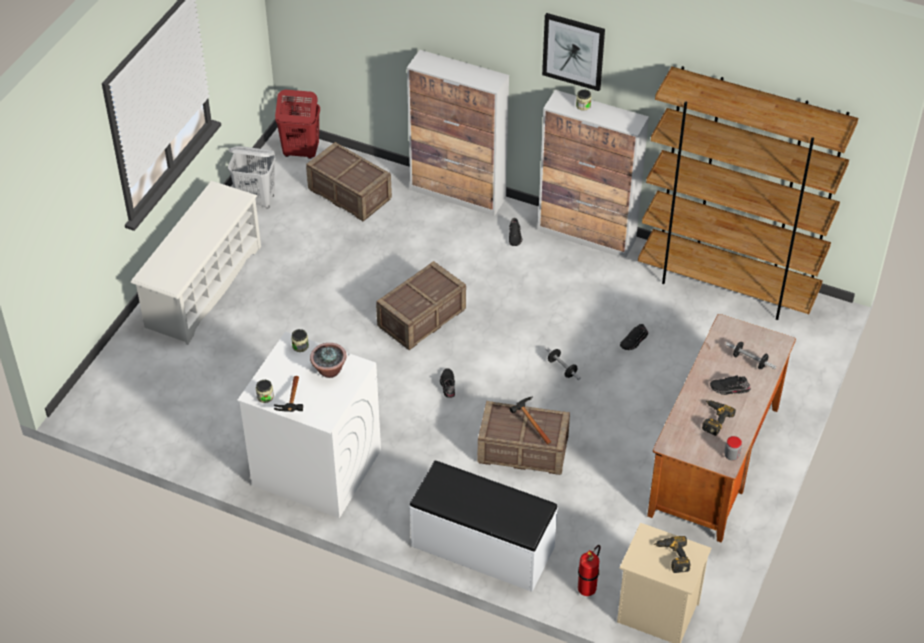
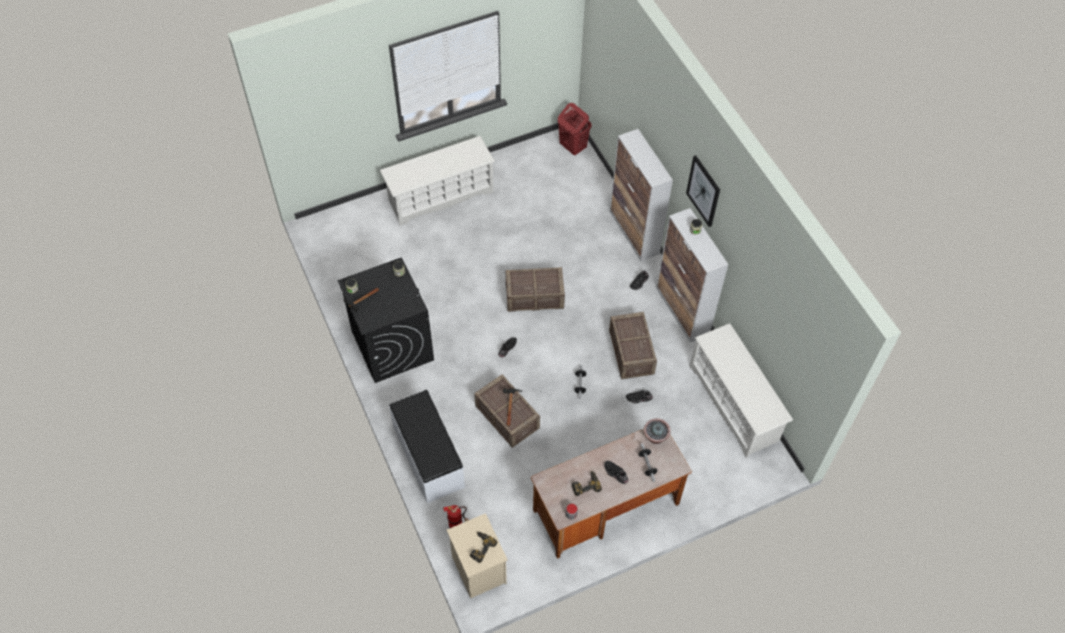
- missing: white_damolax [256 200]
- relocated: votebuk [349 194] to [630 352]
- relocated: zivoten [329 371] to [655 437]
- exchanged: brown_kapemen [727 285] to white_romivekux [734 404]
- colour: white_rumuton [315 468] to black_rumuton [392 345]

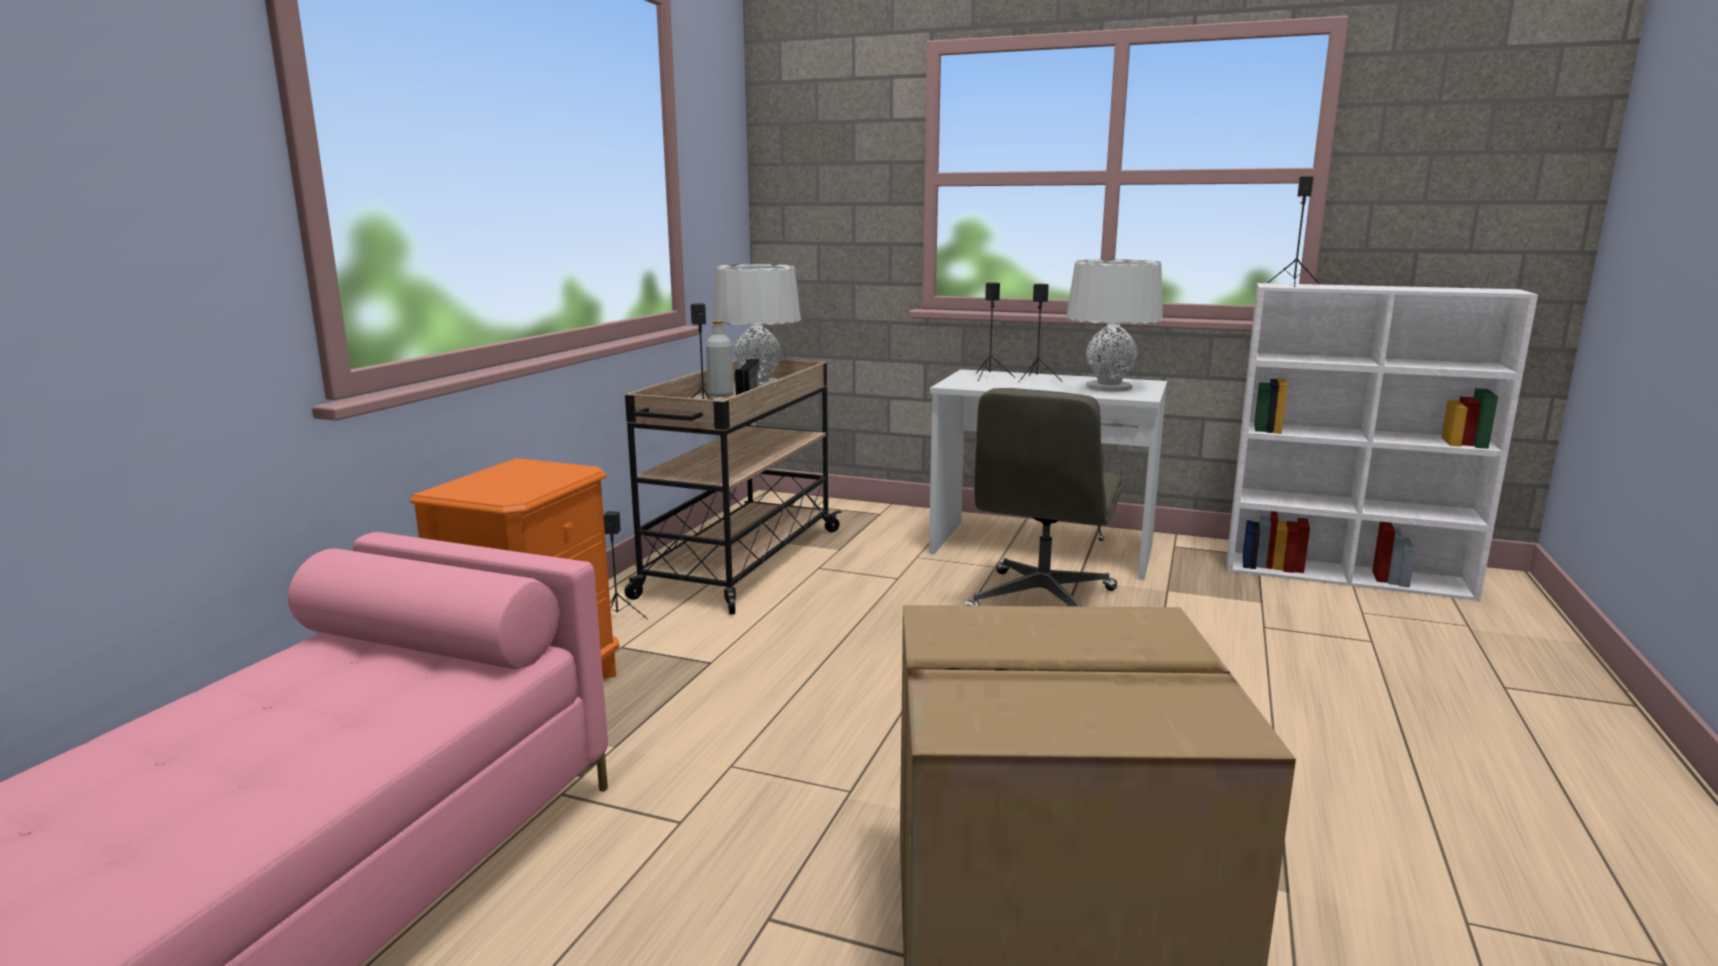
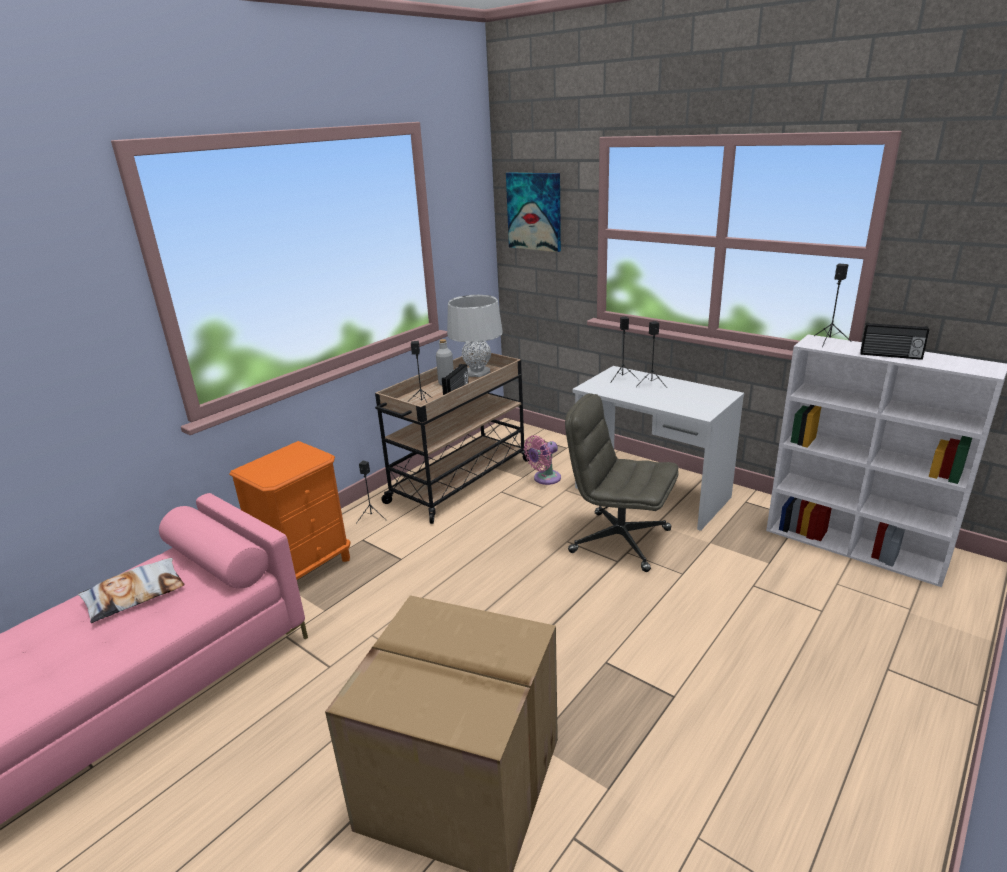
- missing: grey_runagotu [1108 387]
- appeared: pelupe [135 595]
- appeared: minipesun [534 211]
- appeared: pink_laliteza [544 479]
- appeared: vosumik [890 355]
- spun: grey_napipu [1042 602] = [619 540] 75 degrees clockwise

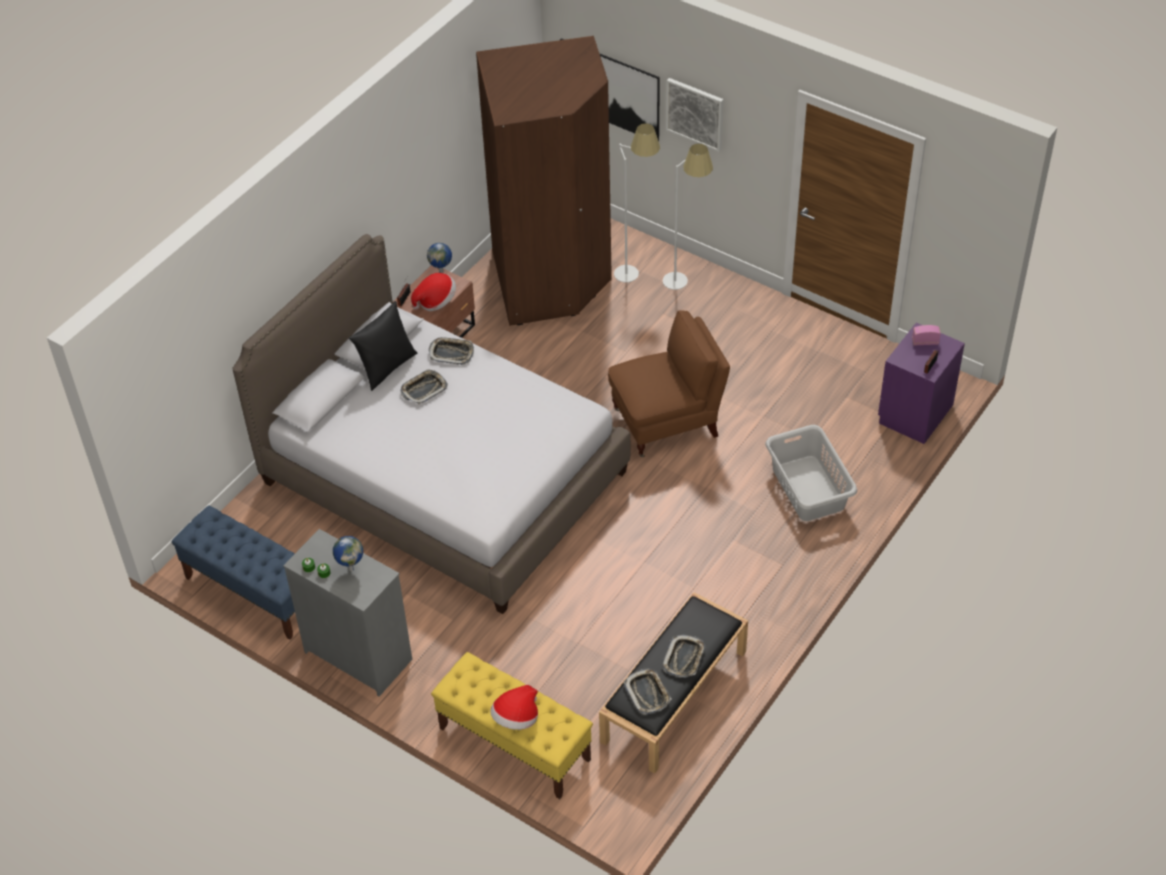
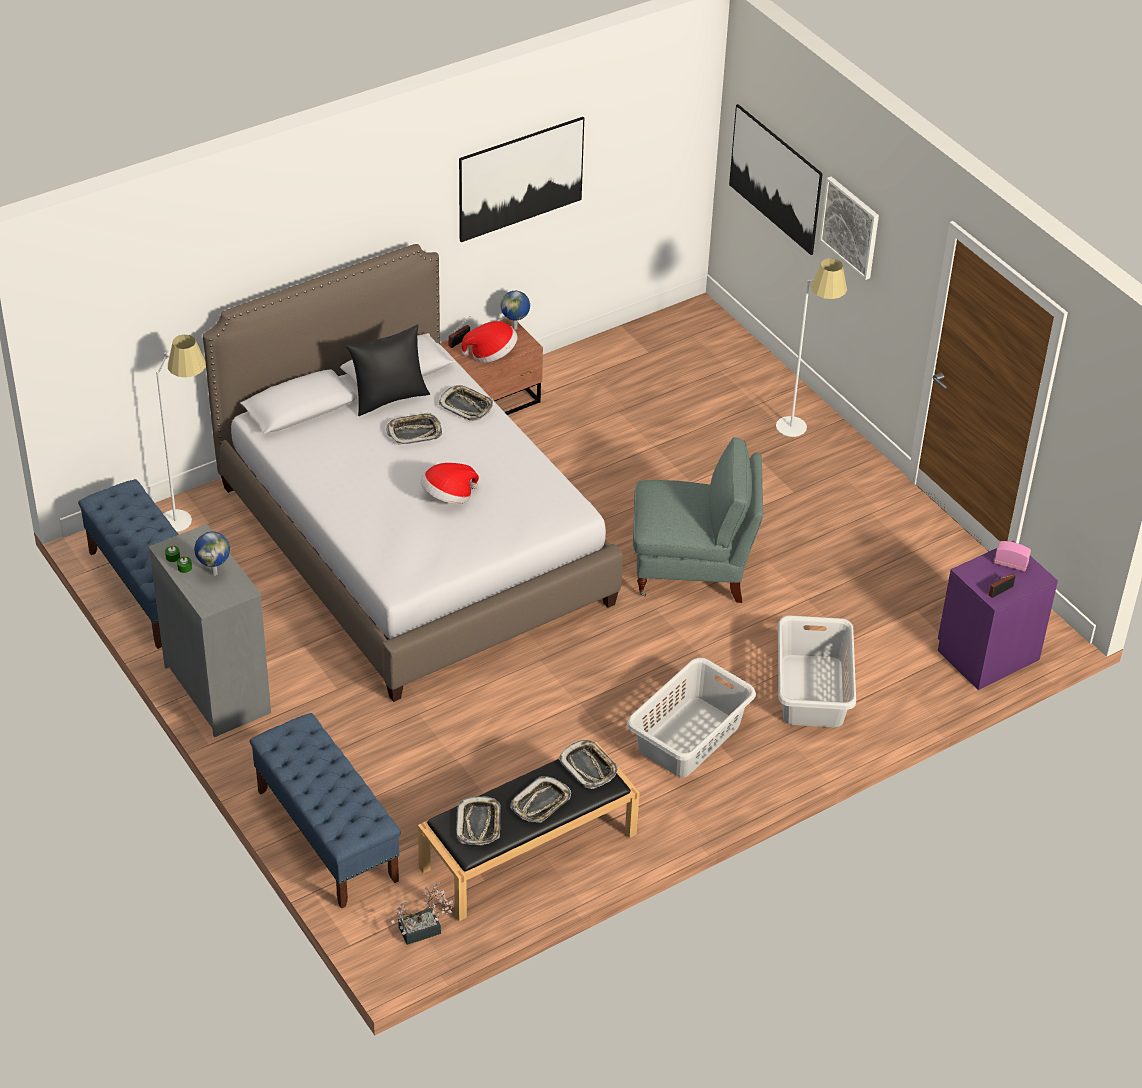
- missing: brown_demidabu [551 278]
- appeared: zivoten [424 929]
- appeared: minipesun [521 178]
- appeared: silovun [588 767]
- appeared: grey_damolax [690 737]
- relocated: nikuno [516 718] to [448 497]
- relocated: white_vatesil [636 269] to [190 519]
- colour: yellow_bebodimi [514 743] to blue_bebodimi [326 835]
- colour: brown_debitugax [666 423] to grey_debitugax [691 569]

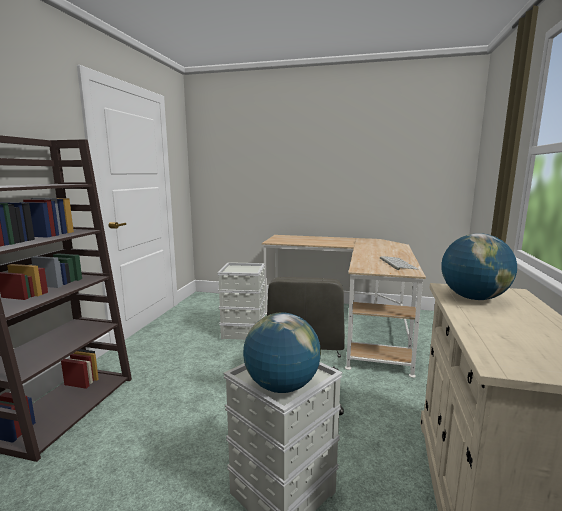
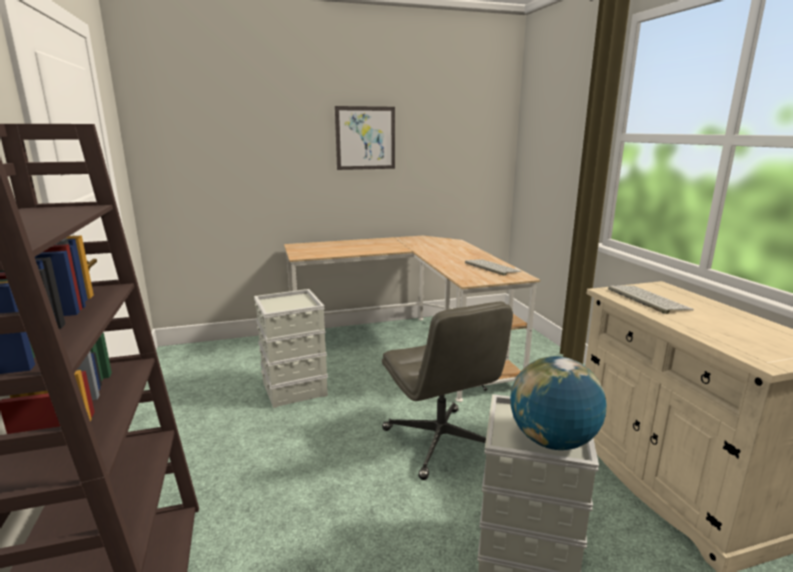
- appeared: minipesun [365 138]
- exchanged: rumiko [473 298] to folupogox [646 299]

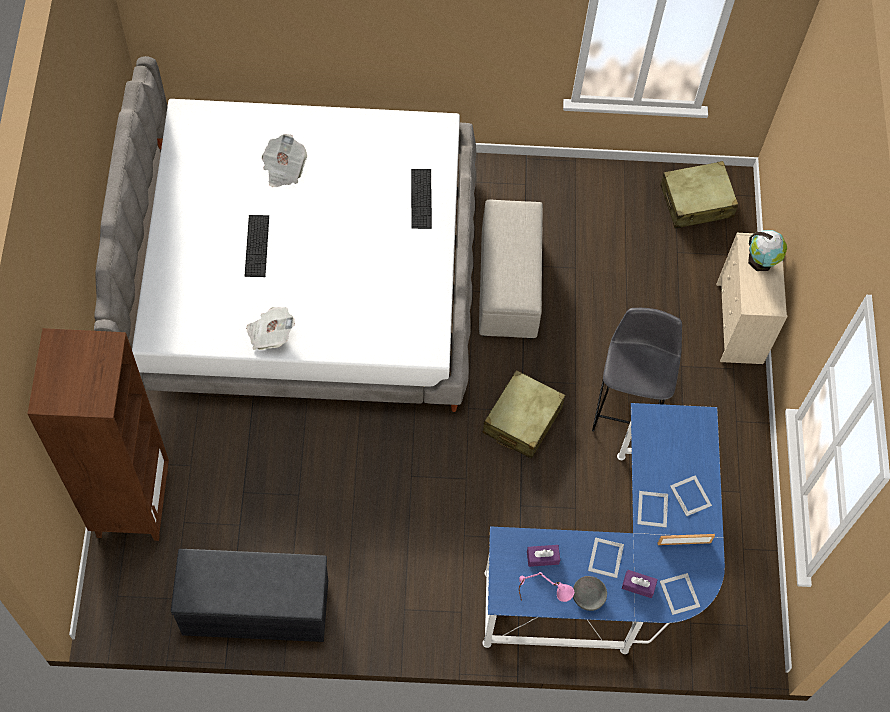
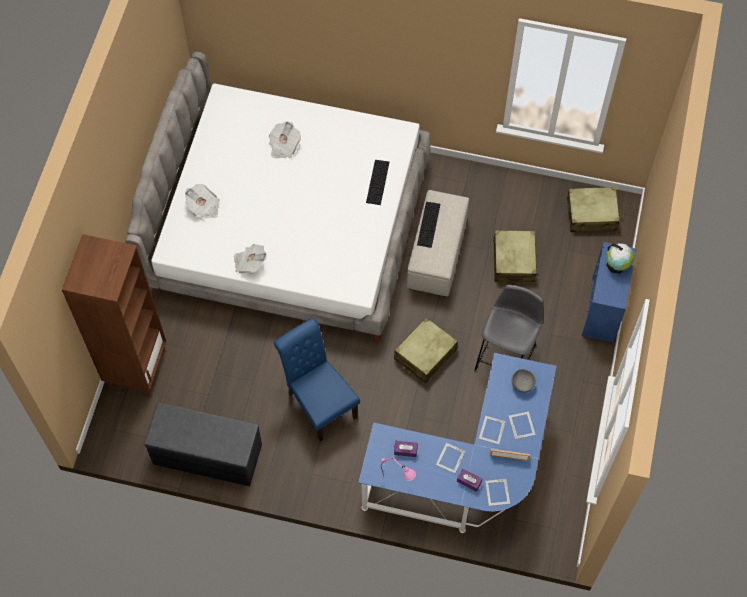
- appeared: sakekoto [204 207]
- appeared: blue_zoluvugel [319 402]
- appeared: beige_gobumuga [513 260]
- relocated: folupogox [257 246] to [428 224]
- relocated: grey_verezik [588 596] to [522 384]
- colour: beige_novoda [739 324] to blue_novoda [602 310]

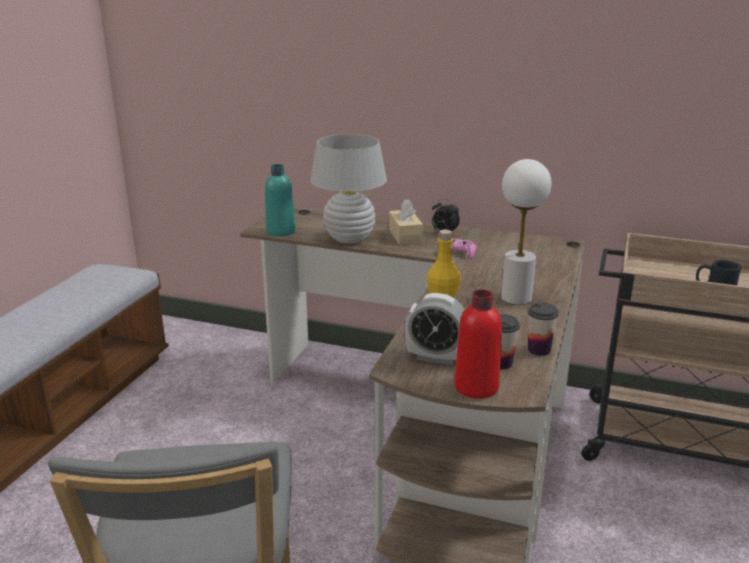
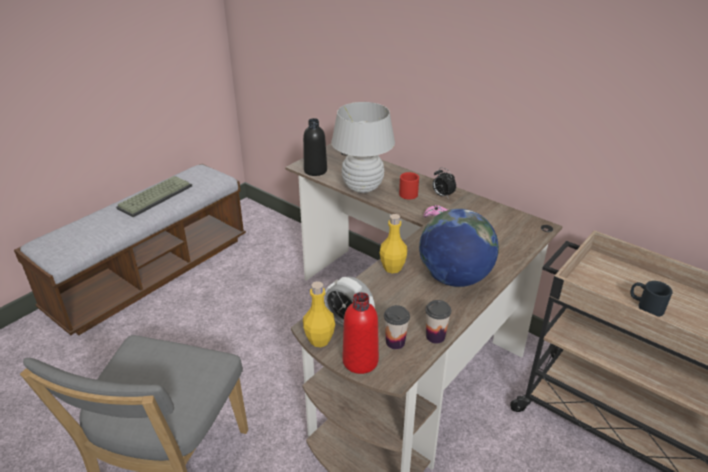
- appeared: folupogox [155 196]
- appeared: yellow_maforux [319 340]
- exchanged: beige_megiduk [405 235] to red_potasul [408 192]
- exchanged: white_runagotu [516 298] to rumiko [454 278]
- colour: turquoise_maforux [281 231] to black_maforux [315 170]

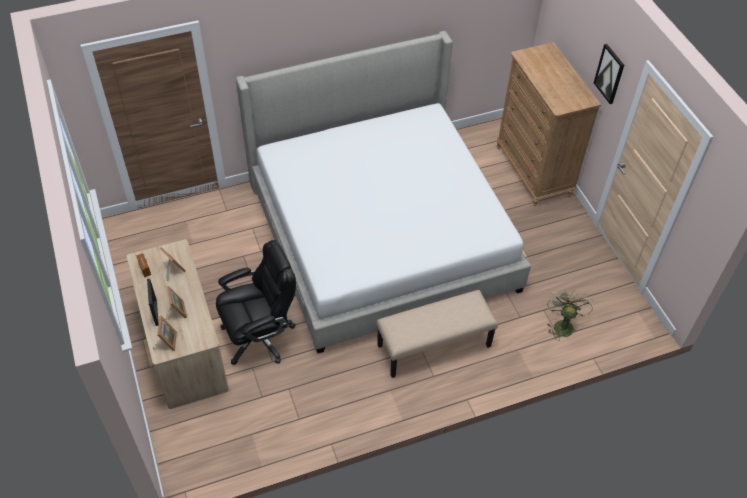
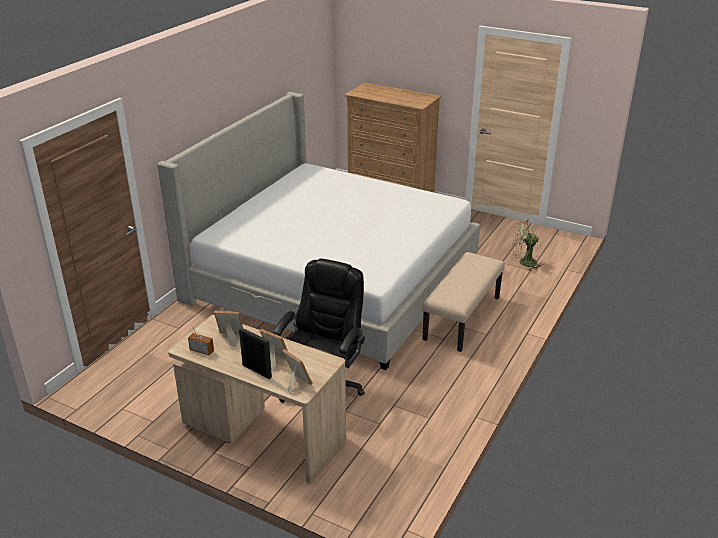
- missing: minipesun [609 73]
- spun: green_laliteza [562 324] = [523 263] 60 degrees counterclockwise

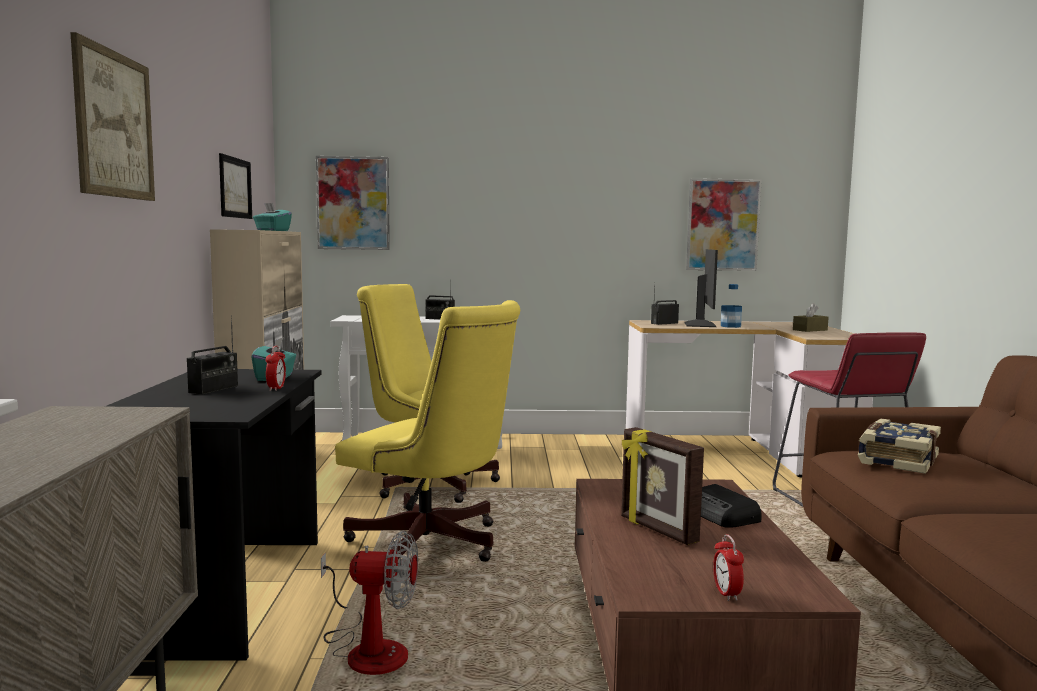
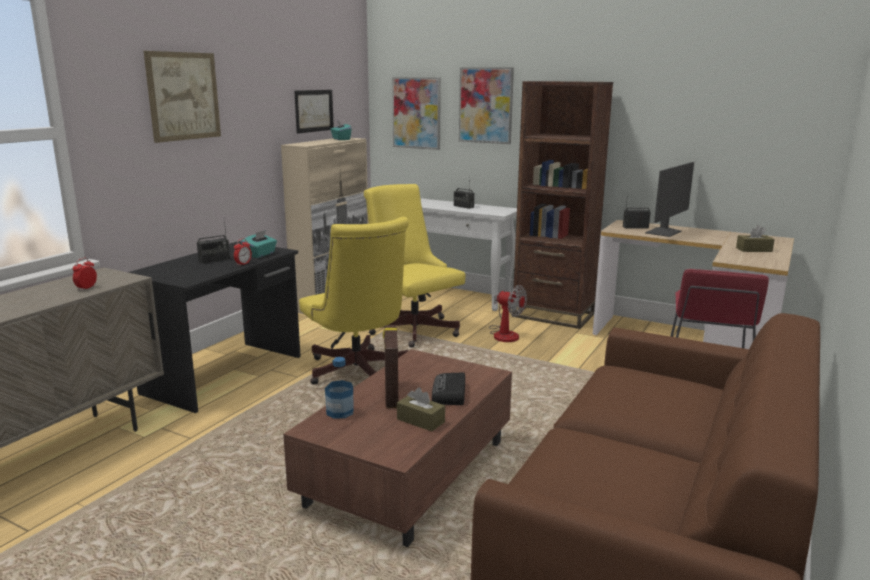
- missing: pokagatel [896 460]
- appeared: brown_megiduk [420 420]
- appeared: brown_kapemen [553 315]
- relocated: laliteza [368 649] to [504 333]
- relocated: minipesun [722 225] to [486 105]
- relocated: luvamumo [726 594] to [86 288]
- relocated: maforux [730 326] to [340 412]

